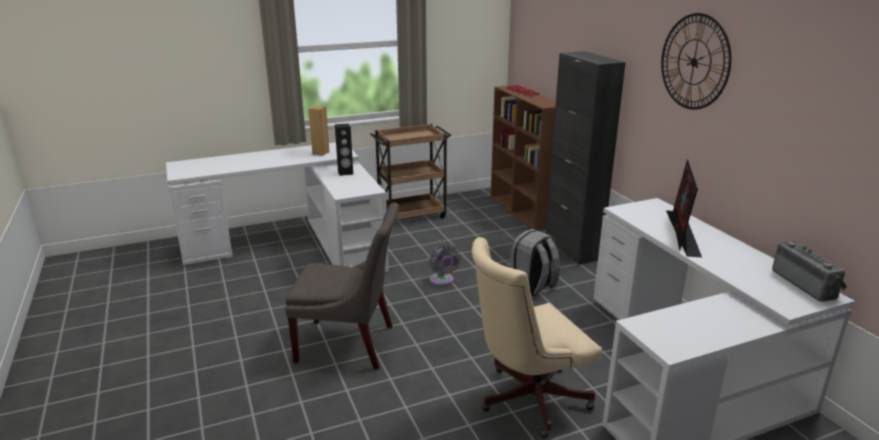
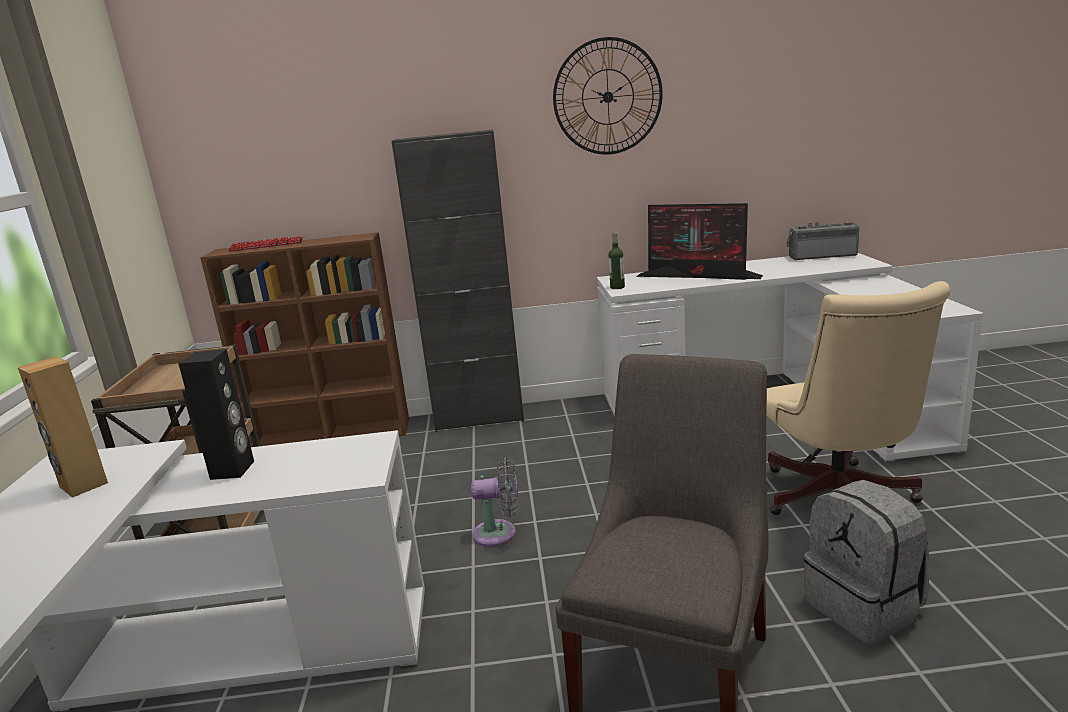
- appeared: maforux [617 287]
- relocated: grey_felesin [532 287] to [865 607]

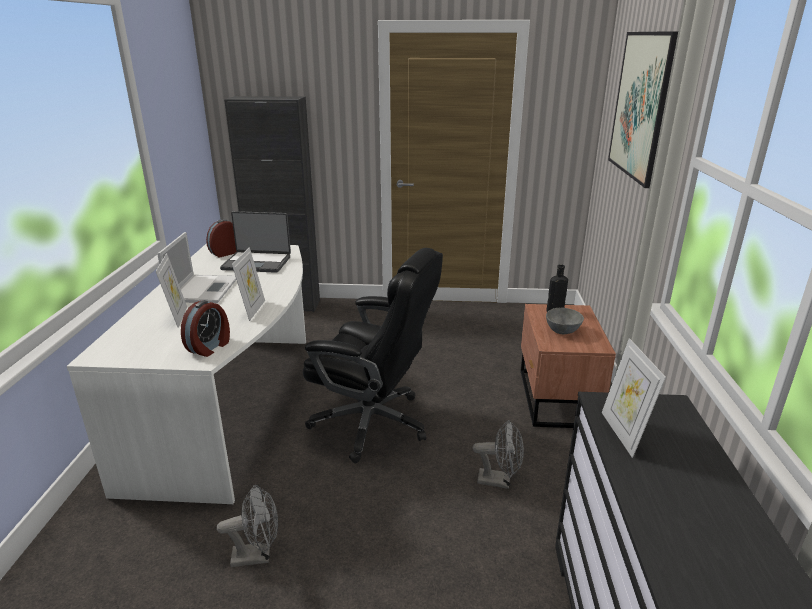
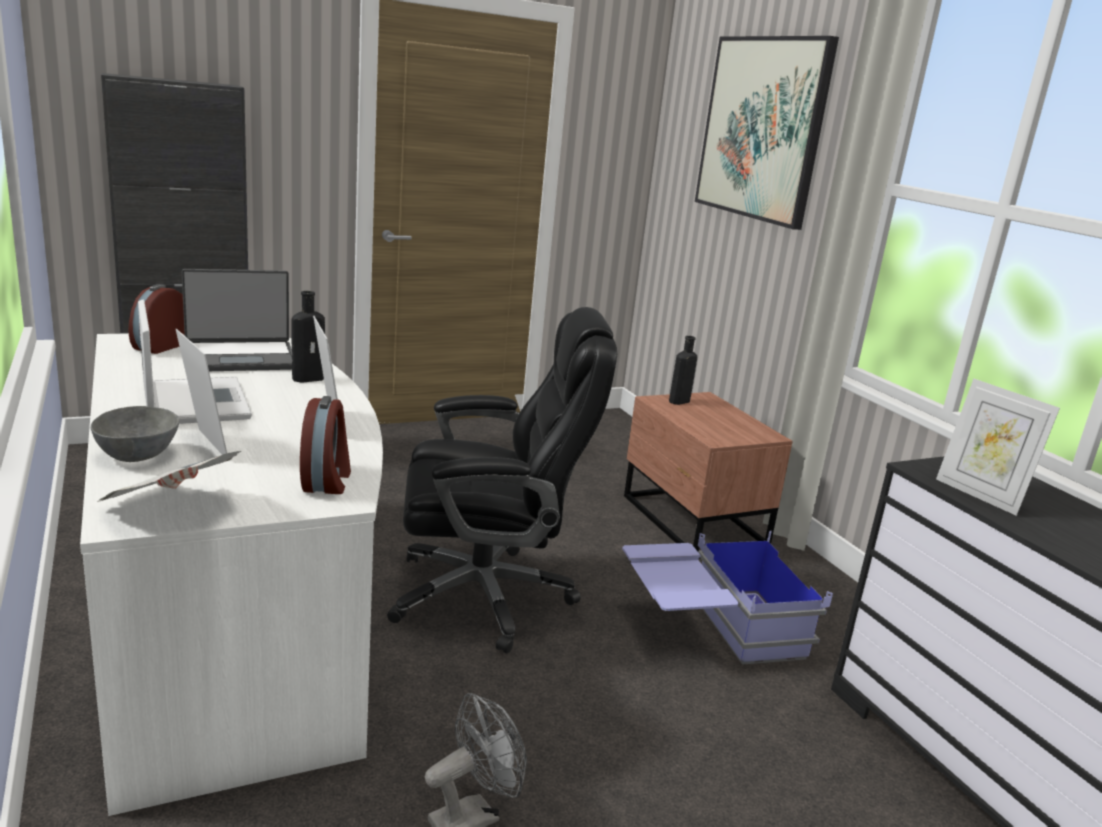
- appeared: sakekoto [171 509]
- appeared: black_maforux [310 378]
- relocated: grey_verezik [563 330] to [138 455]
- exchanged: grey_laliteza [499 481] to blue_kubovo [709 631]

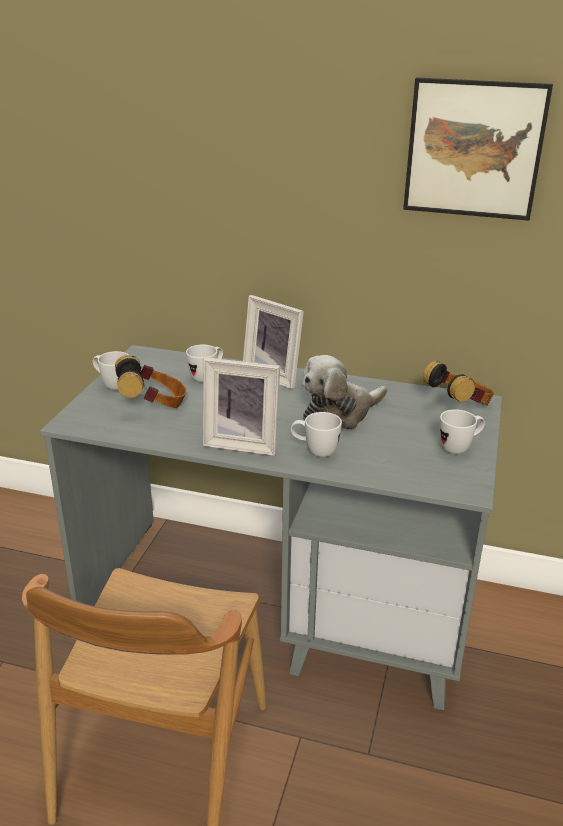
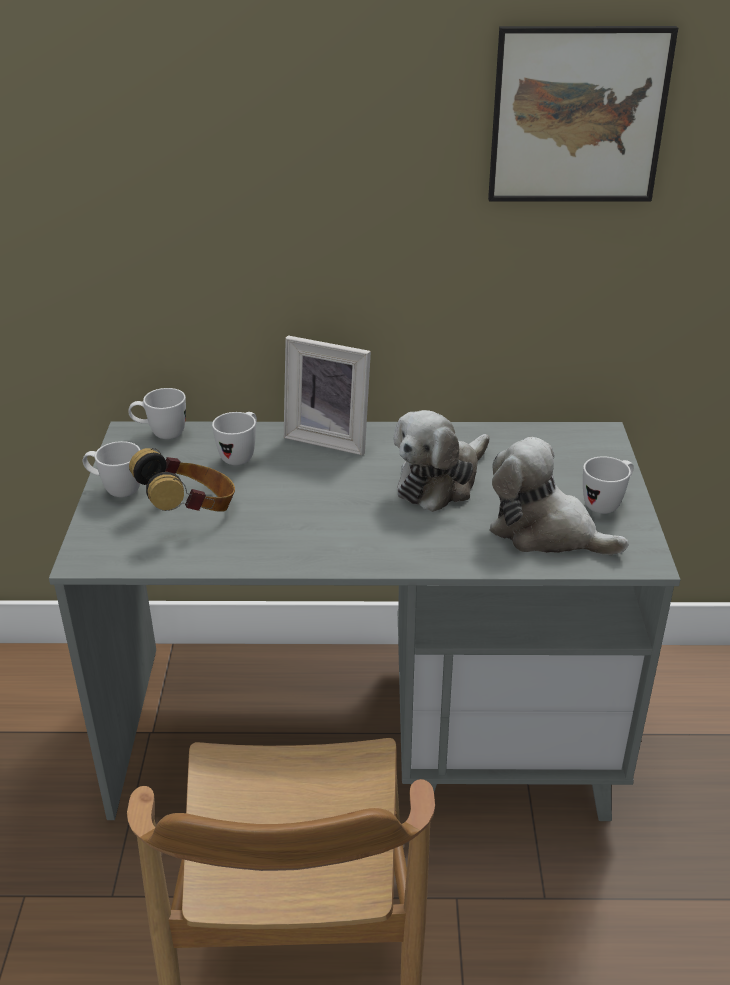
- missing: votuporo [242 443]
- missing: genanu [458 407]
- appeared: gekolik [545 532]
- relocated: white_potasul [314 451] to [160 434]

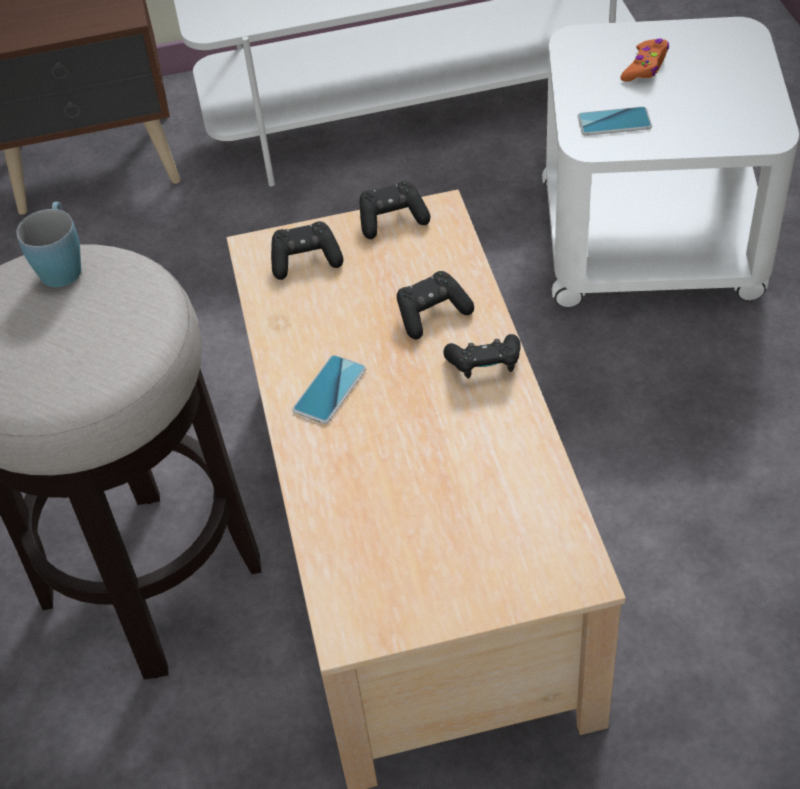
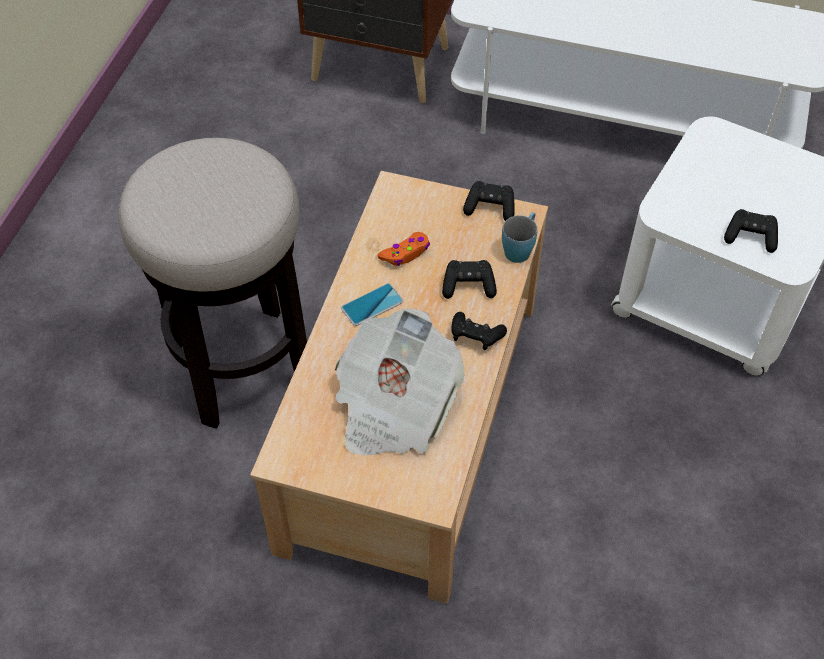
- missing: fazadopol [614 122]
- appeared: sakekoto [394 406]
- relocated: blue_potasul [62 265] to [520 248]
- relocated: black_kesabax [306 260] to [750 237]
- relocated: orange_kesabax [645 67] to [405 253]

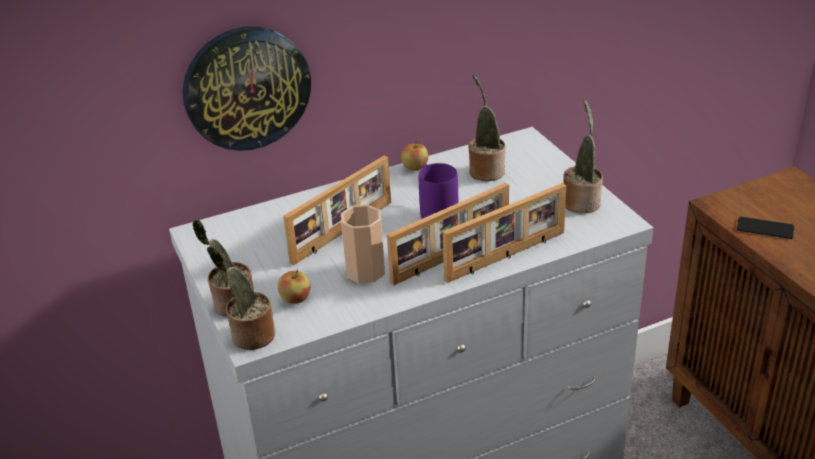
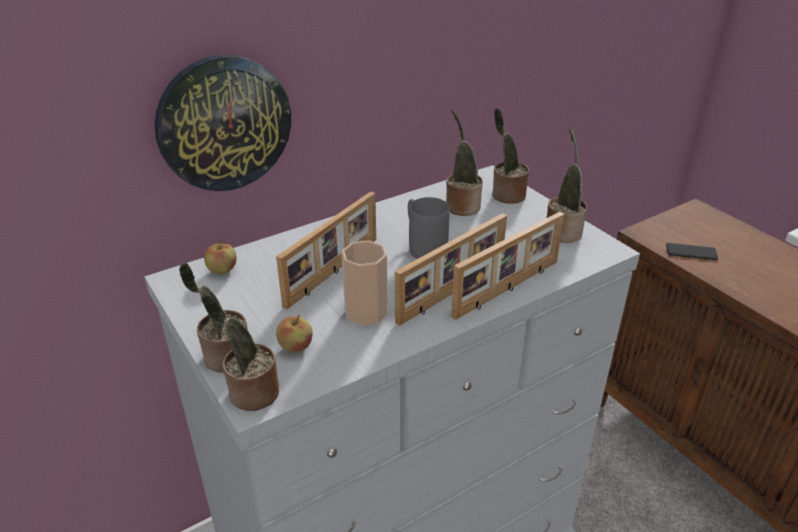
- appeared: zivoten [506 195]
- relocated: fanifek [414 168] to [222 270]
- colour: purple_potasul [435 211] to grey_potasul [423 246]

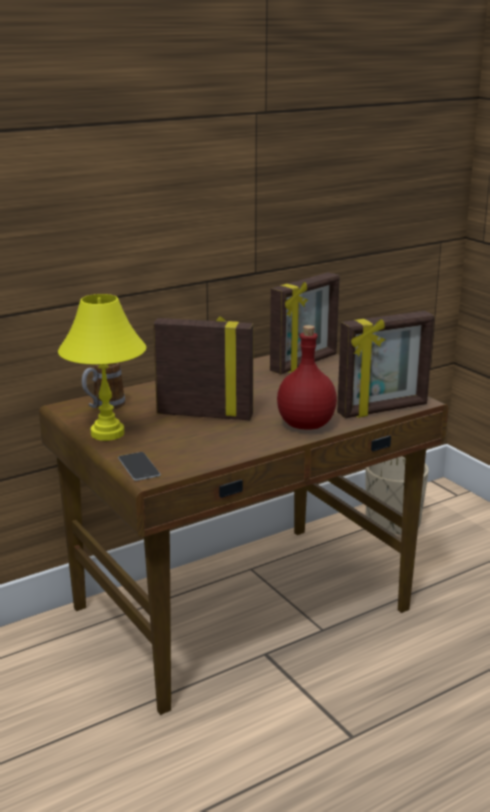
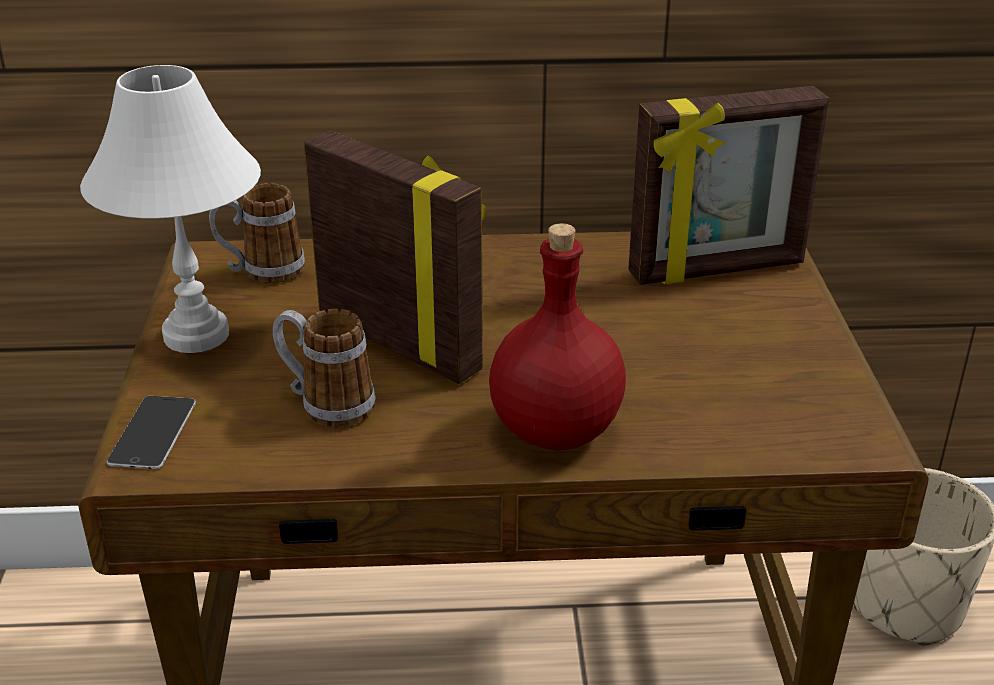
- missing: votuporo [383 410]
- appeared: potasul [326 404]
- colour: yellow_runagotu [107 433] to white_runagotu [195 335]

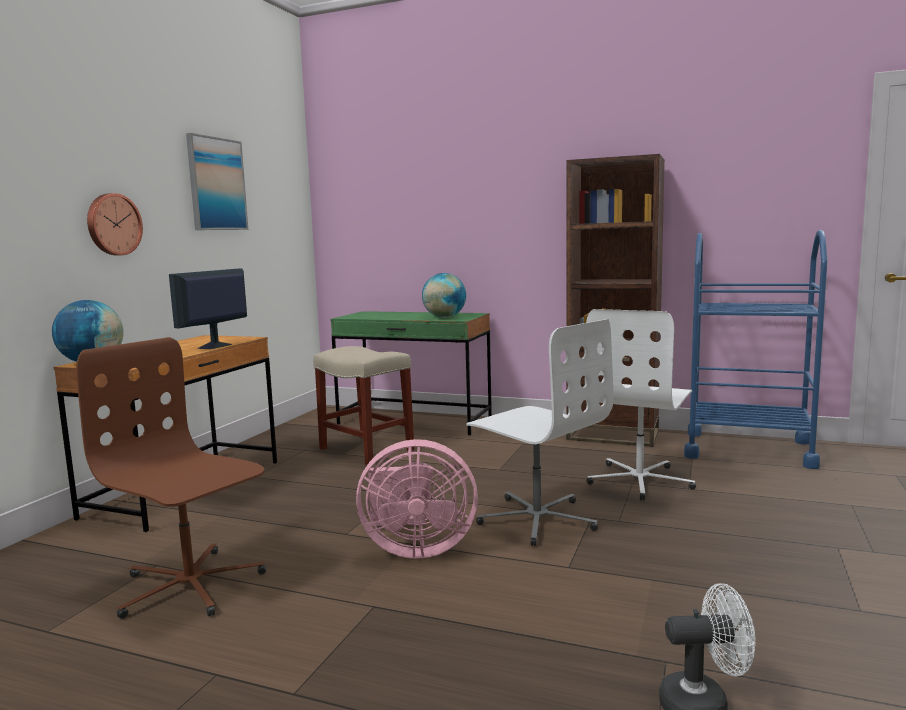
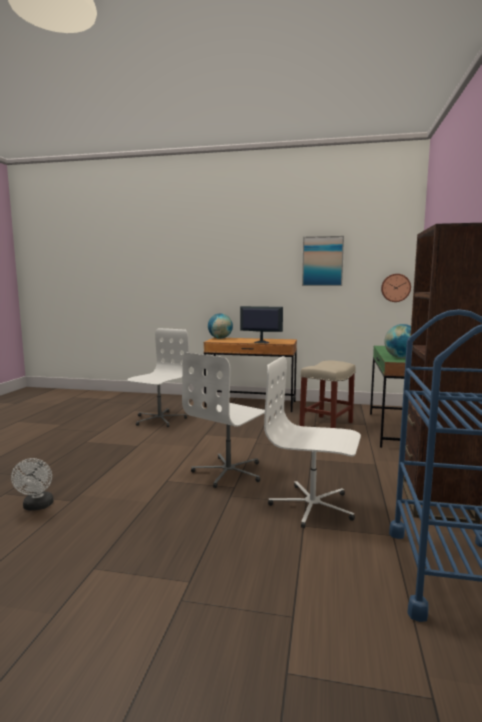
- missing: pink_laliteza [415 548]
- relocated: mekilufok [113 224] to [395 287]
- colour: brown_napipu [189 586] to white_napipu [159 419]

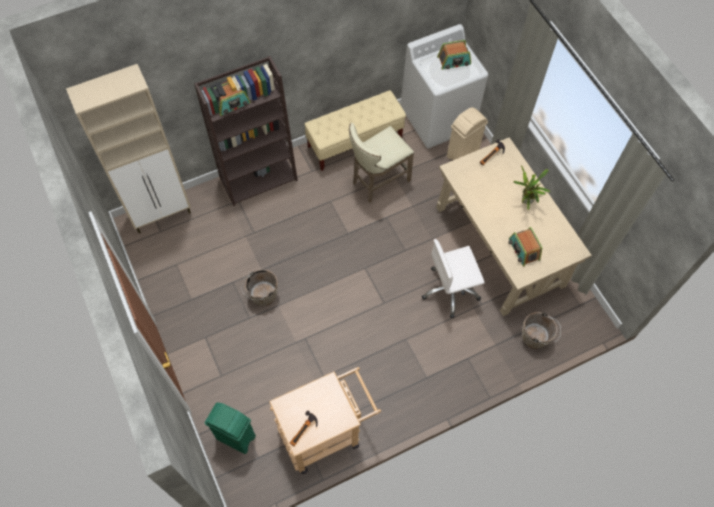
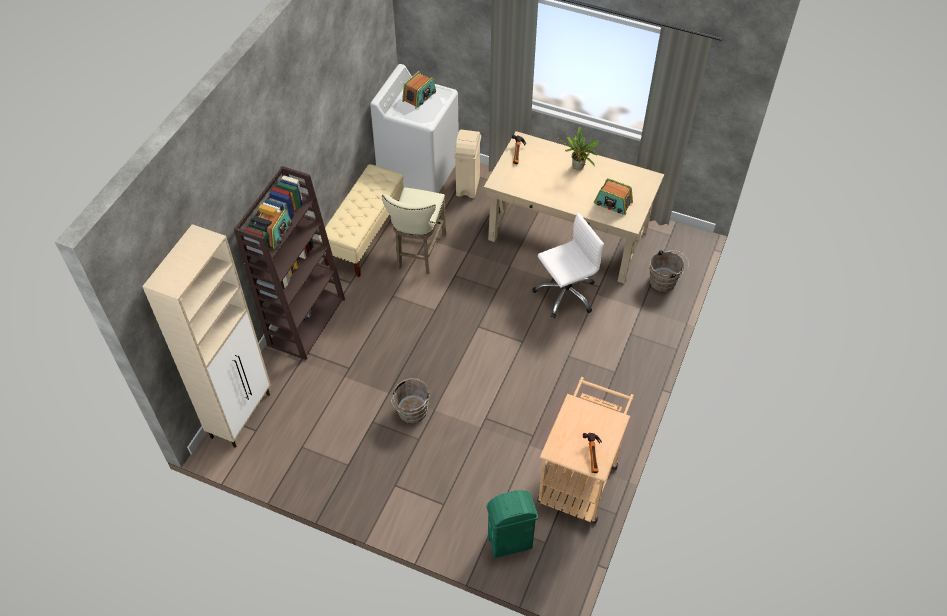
- spun: white_napipu [450 290] = [565 294] 150 degrees counterclockwise

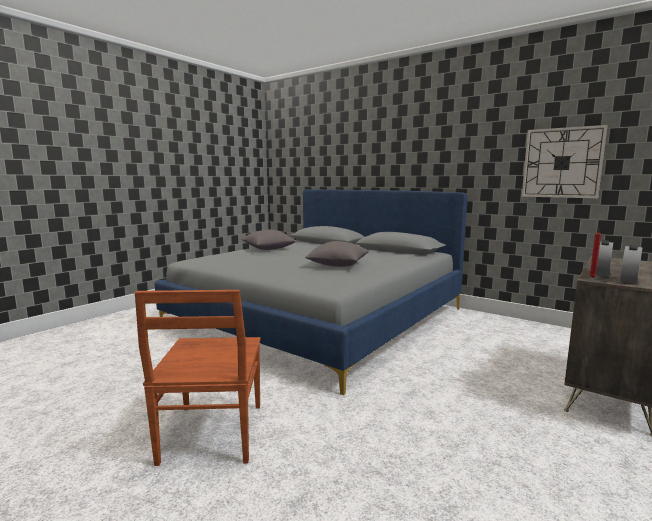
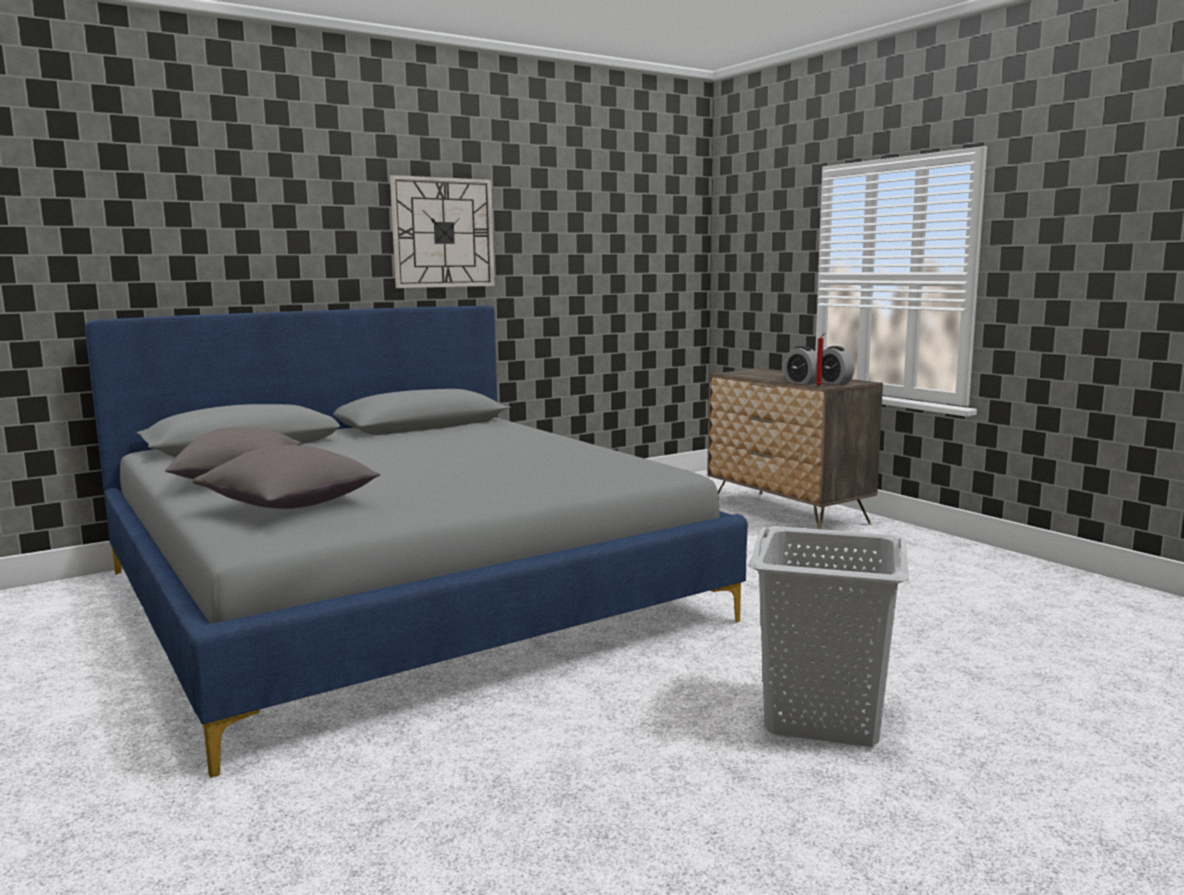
- relocated: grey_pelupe [337 265] to [290 505]
- relocated: mekilufok [562 163] to [443 233]
- exchanged: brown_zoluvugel [212 434] to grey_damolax [824 718]

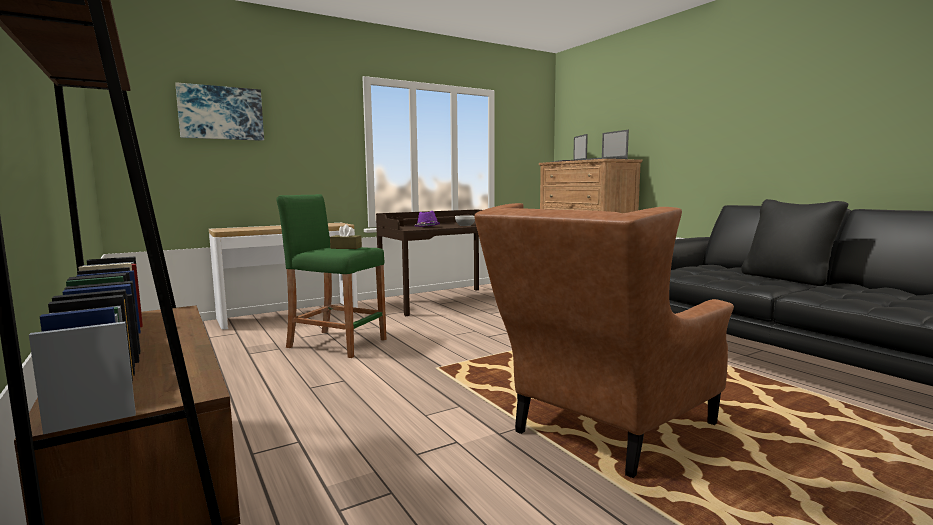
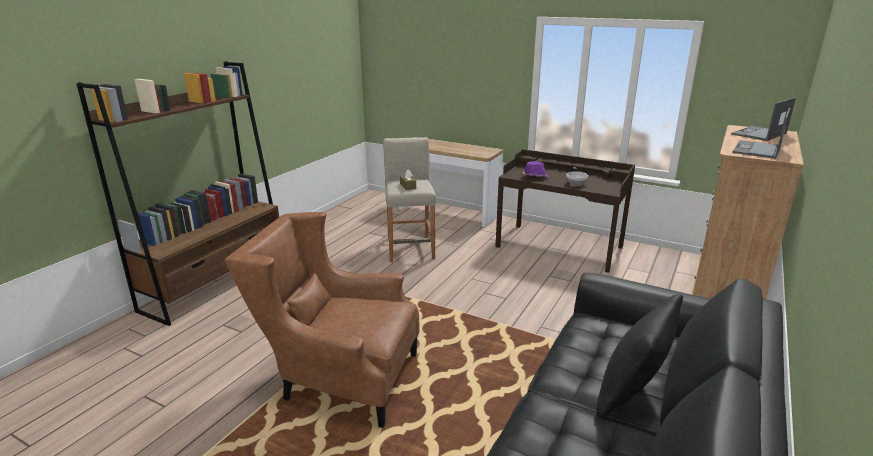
- missing: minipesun [221 113]
- colour: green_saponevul [337 343] to beige_saponevul [410 248]

